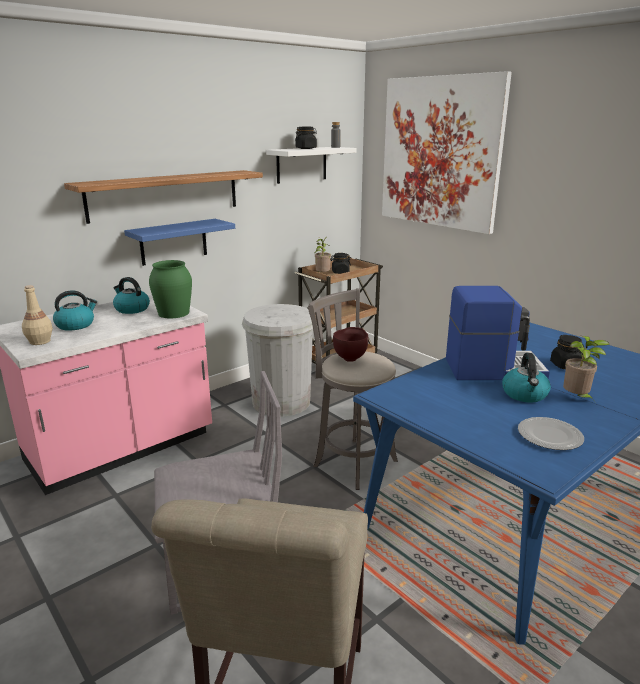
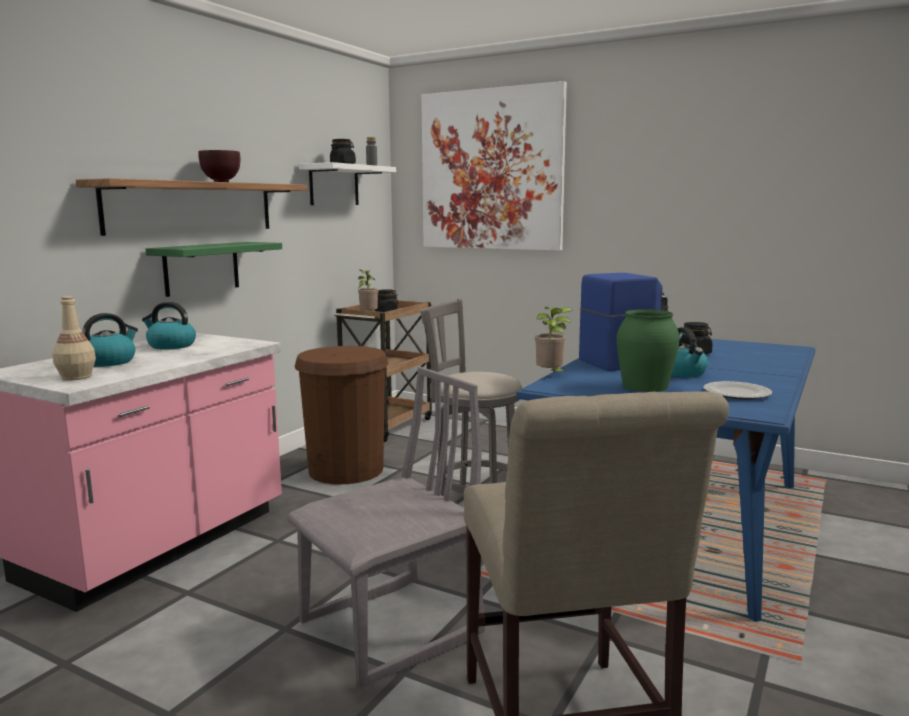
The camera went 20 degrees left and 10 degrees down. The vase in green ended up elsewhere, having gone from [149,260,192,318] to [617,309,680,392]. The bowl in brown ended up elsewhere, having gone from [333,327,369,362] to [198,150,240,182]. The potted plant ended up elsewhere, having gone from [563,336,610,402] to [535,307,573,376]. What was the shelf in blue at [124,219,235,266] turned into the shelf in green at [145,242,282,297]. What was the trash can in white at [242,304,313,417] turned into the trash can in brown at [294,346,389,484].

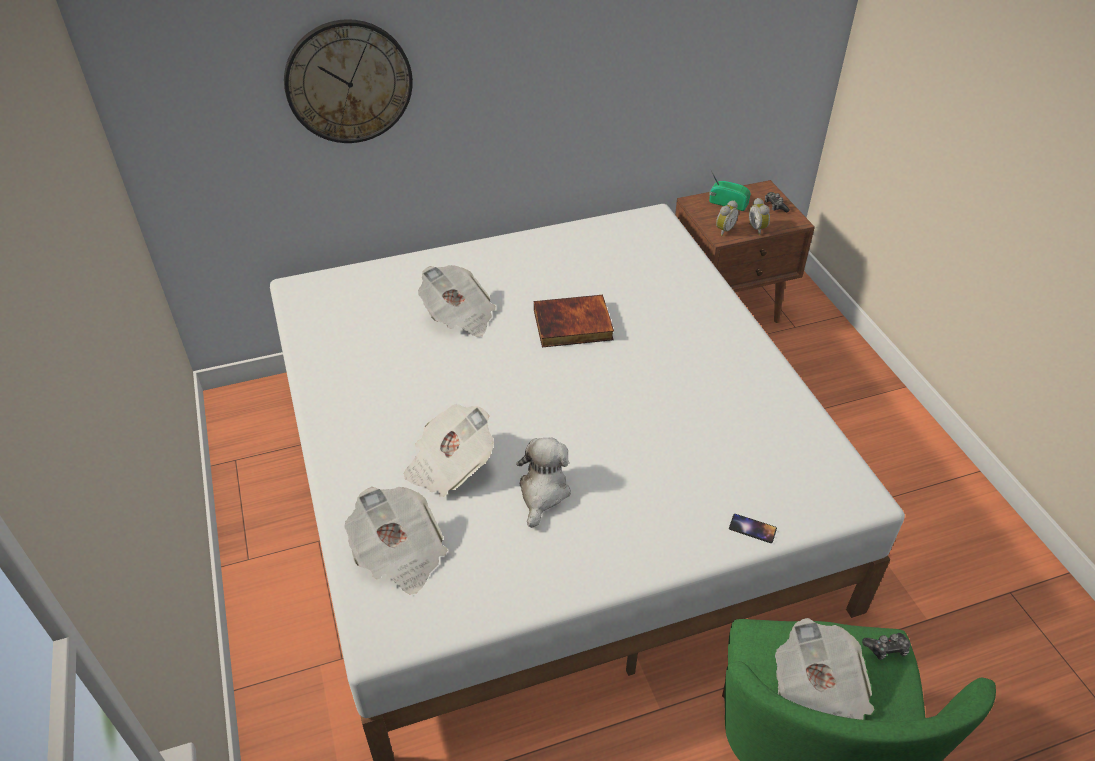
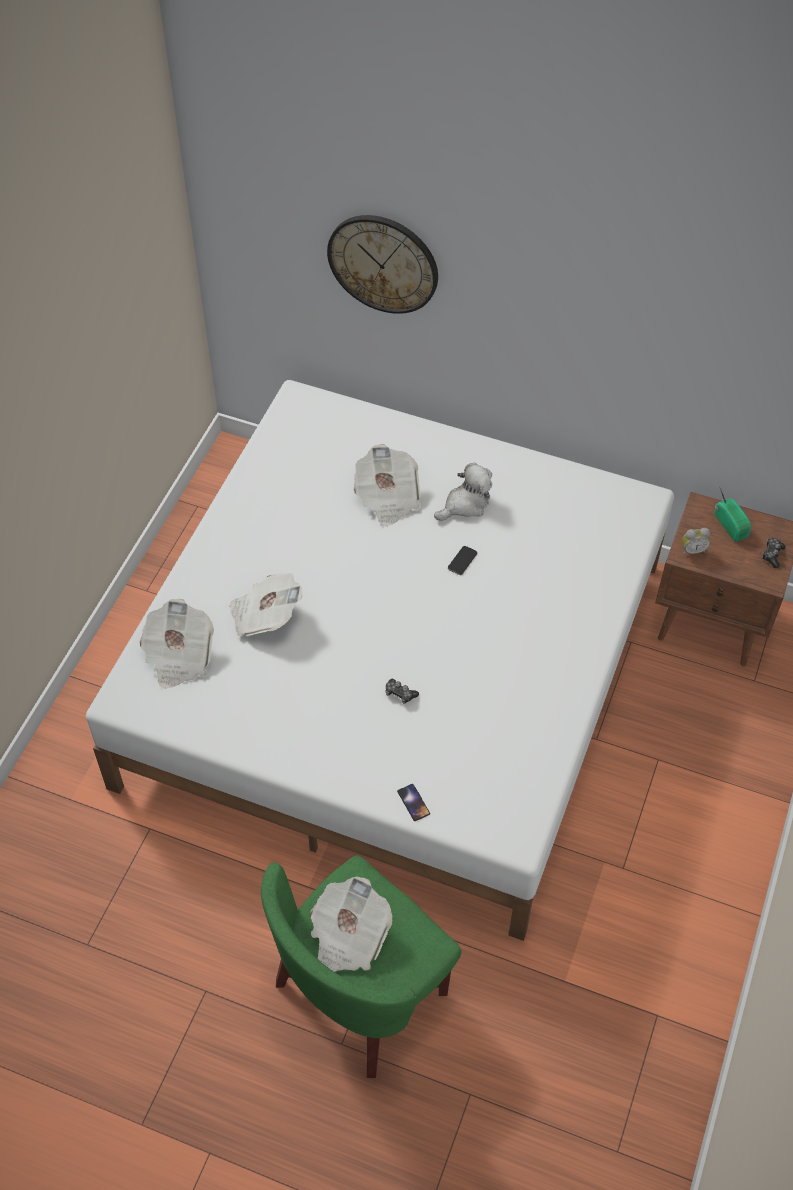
The camera went 40 degrees right and 10 degrees up. The second view lost the alarm clock at [749,198,770,235]. The plush toy ended up elsewhere, having gone from [516,438,571,528] to [434,463,492,521]. The game controller ended up elsewhere, having gone from [862,633,910,660] to [386,679,419,704]. Where the book stood at [534,295,614,347], the phone came to stand at [448,546,477,575].

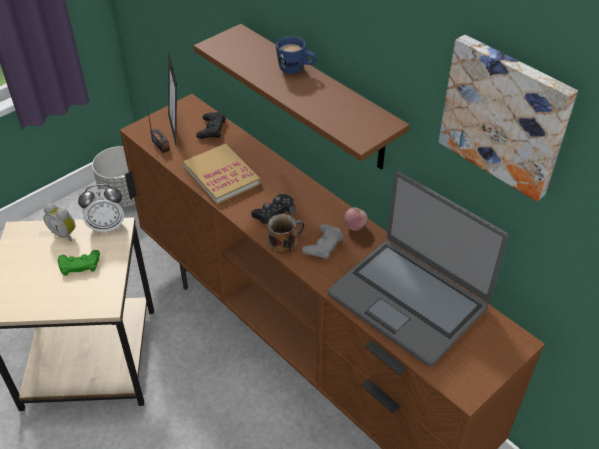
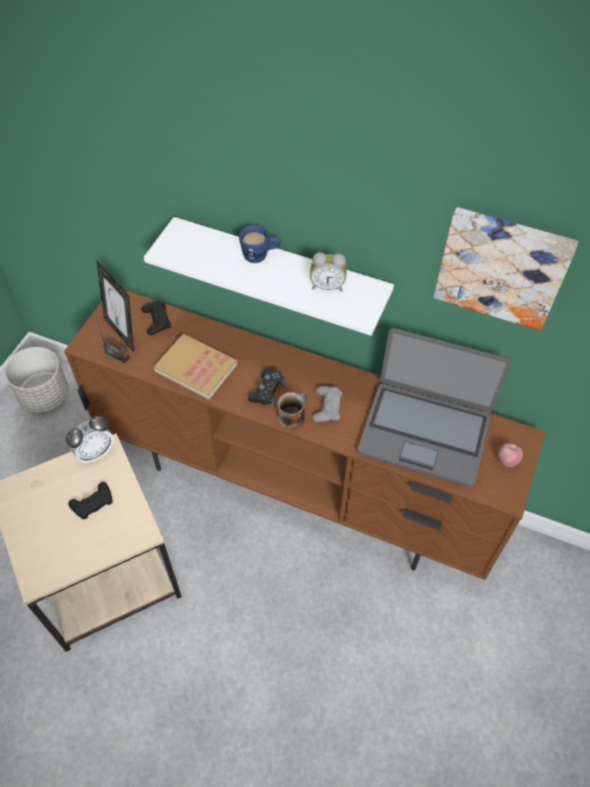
The camera went 25 degrees left and 10 degrees up. The alarm clock ended up elsewhere, having gone from [44,203,75,241] to [310,252,347,292]. The apple ended up elsewhere, having gone from [344,207,368,231] to [498,443,523,467]. What was the game controller in green at [58,250,100,276] turned into the game controller in black at [68,482,113,520]. What was the shelf in brown at [194,24,410,170] turned into the shelf in white at [144,217,394,336].

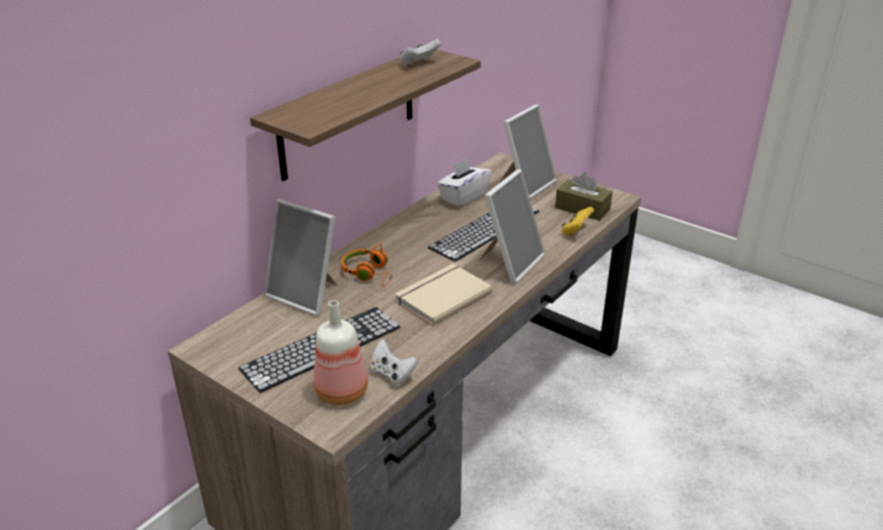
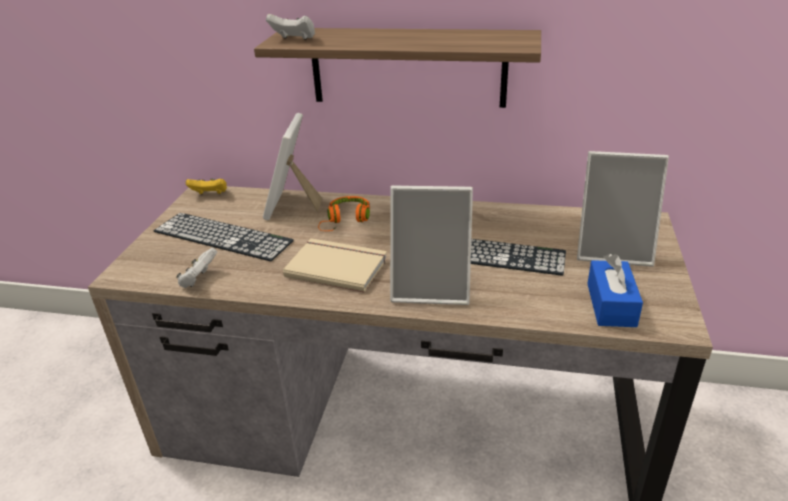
The camera went 65 degrees right and 0 degrees up. The second view lost the bottle at [314,300,368,405]. The second view lost the tissue box in white at [437,158,492,207]. The game controller in white ended up elsewhere, having gone from [400,39,441,66] to [266,14,315,40]. The game controller in yellow ended up elsewhere, having gone from [562,207,594,235] to [186,179,227,194]. What was the tissue box in brown at [555,172,612,221] turned into the tissue box in blue at [587,254,643,327].

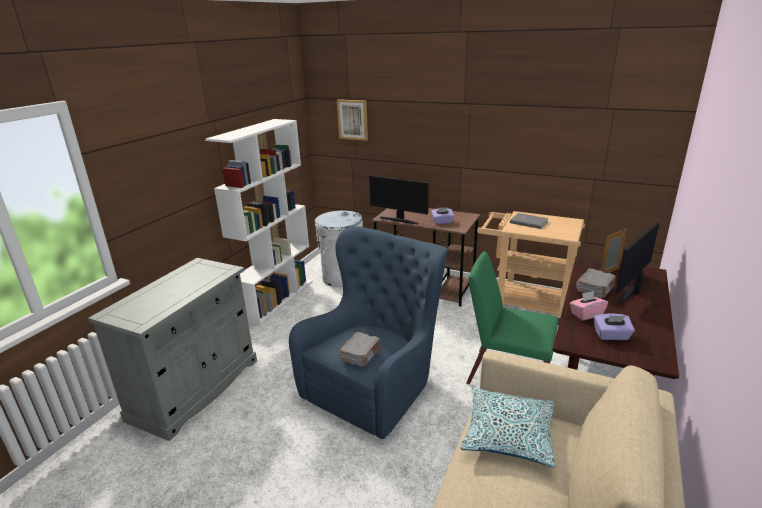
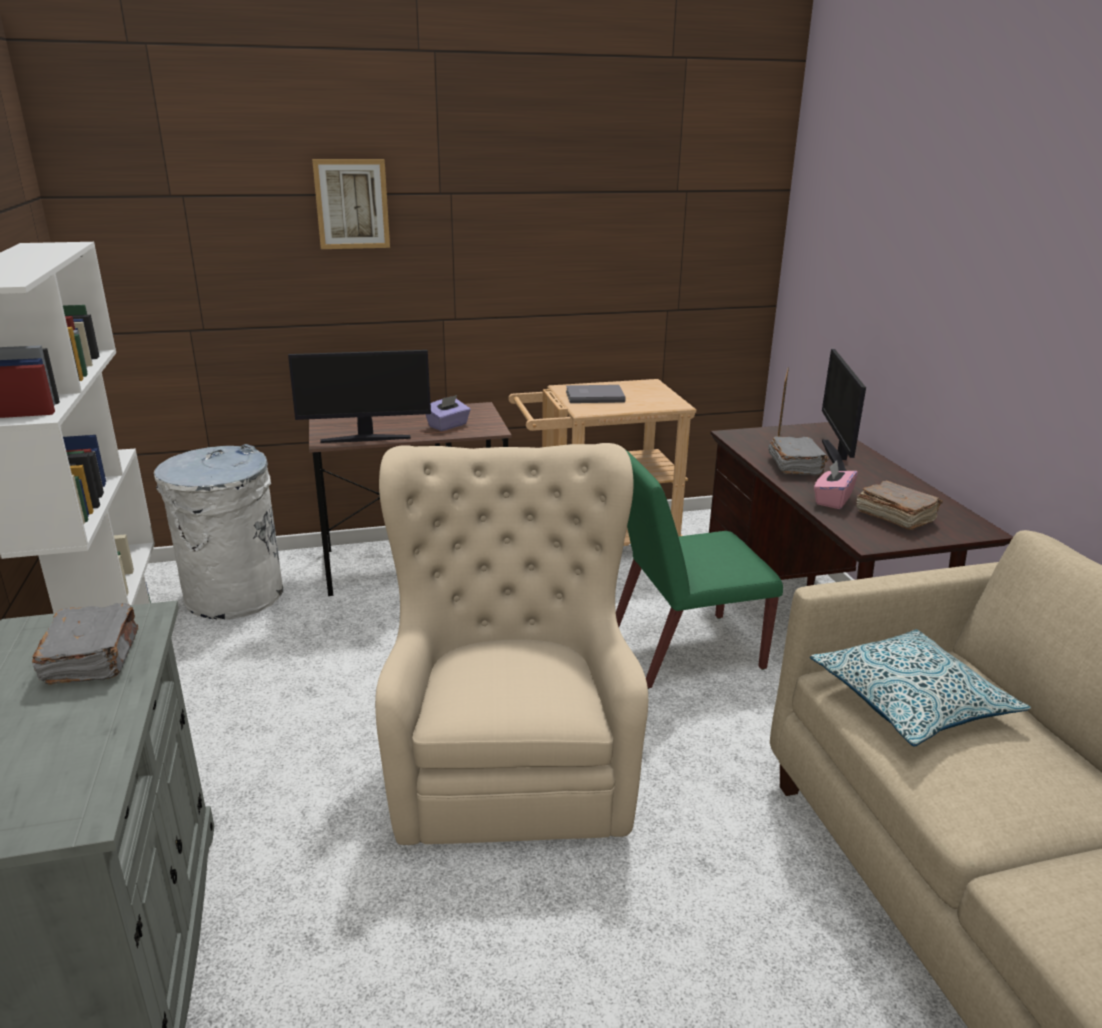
The camera went 40 degrees left and 0 degrees up. The picture ended up elsewhere, having gone from [337,99,368,141] to [312,159,390,249]. The book in grey ended up elsewhere, having gone from [339,332,381,367] to [32,603,138,685]. Where the tissue box in purple stood at [594,313,635,340], the book in brown came to stand at [856,480,943,530]. What was the armchair in blue at [289,226,448,439] turned into the armchair in beige at [375,443,648,845].

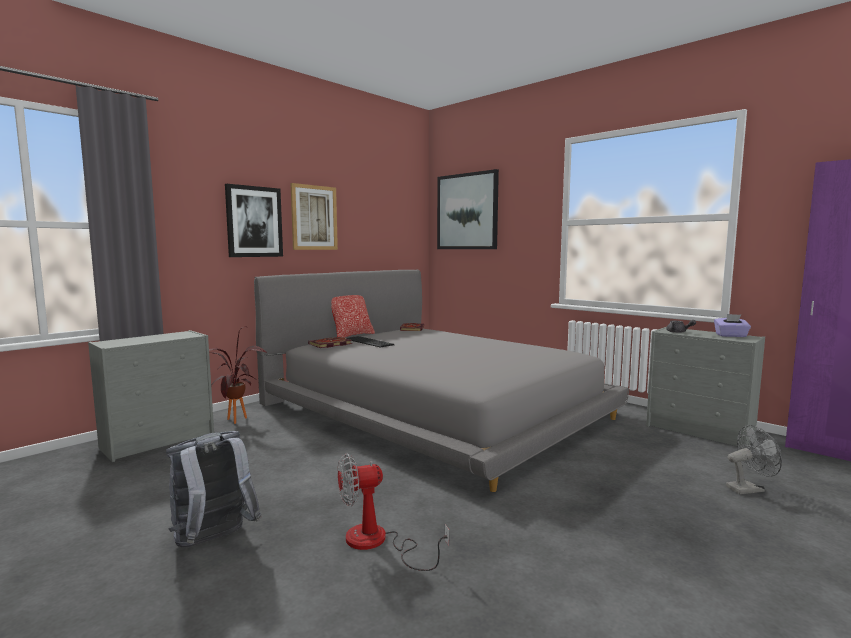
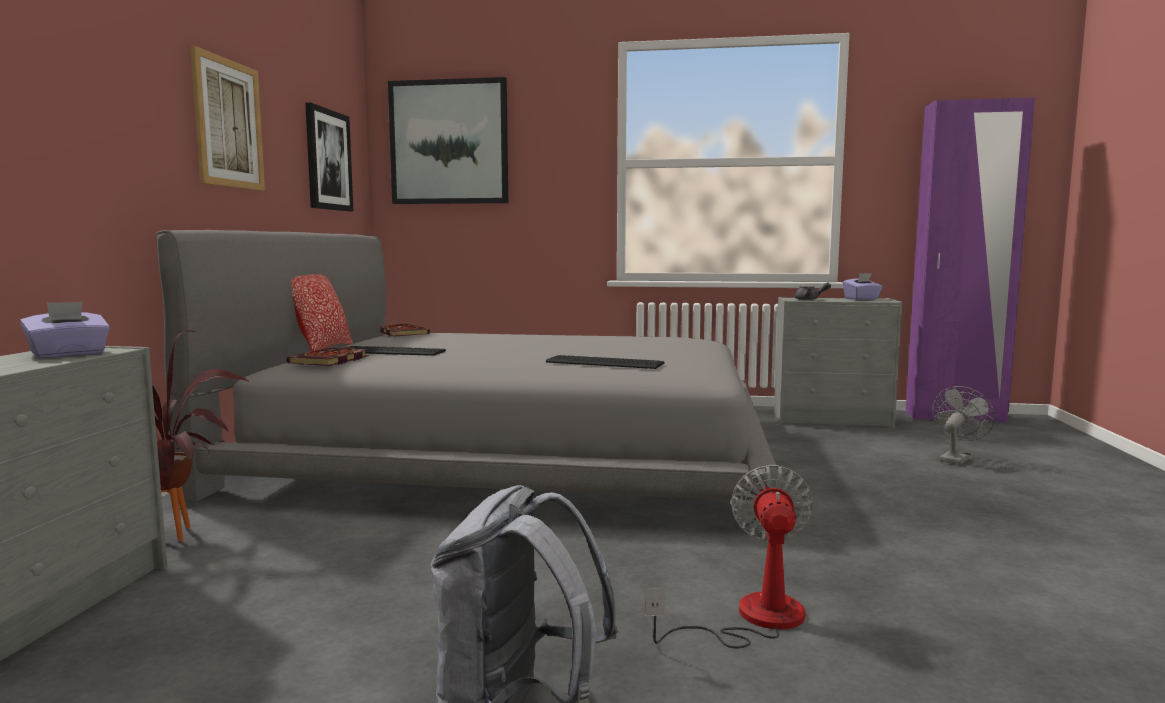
The camera went 35 degrees left and 0 degrees up. The second view gained the tissue box in purple at [20,301,110,358]. The second view gained the keyboard at [546,355,664,369]. The picture ended up elsewhere, having gone from [225,184,283,257] to [305,103,353,211]. The fan at [338,453,449,571] ended up facing another way, 150 degrees clockwise from before.

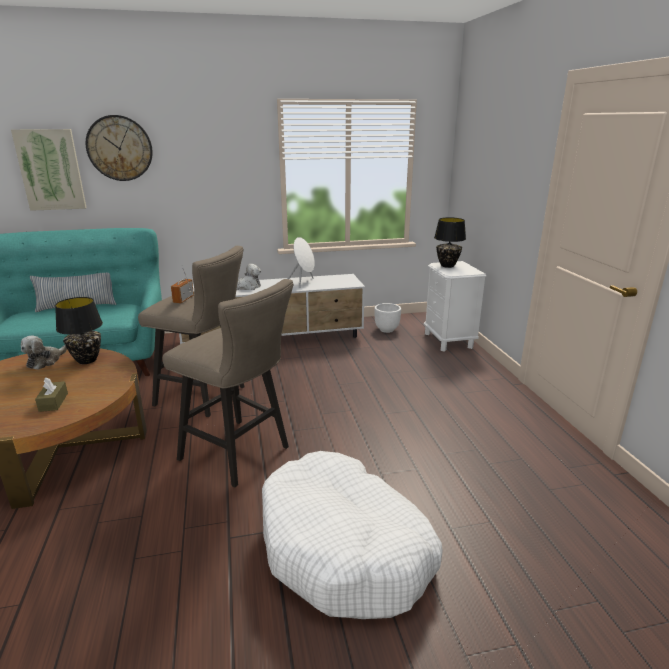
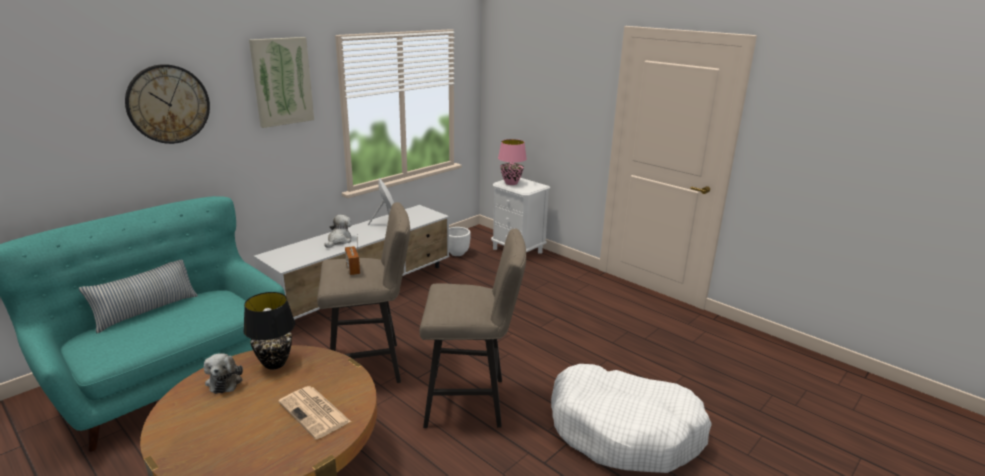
The camera went 35 degrees left and 0 degrees up. The picture ended up elsewhere, having gone from [11,129,87,211] to [249,37,314,128]. Where the tissue box in brown stood at [35,377,68,412], the newspaper came to stand at [278,386,351,439]. What was the table lamp in black at [434,217,466,268] turned into the table lamp in pink at [498,139,527,185].

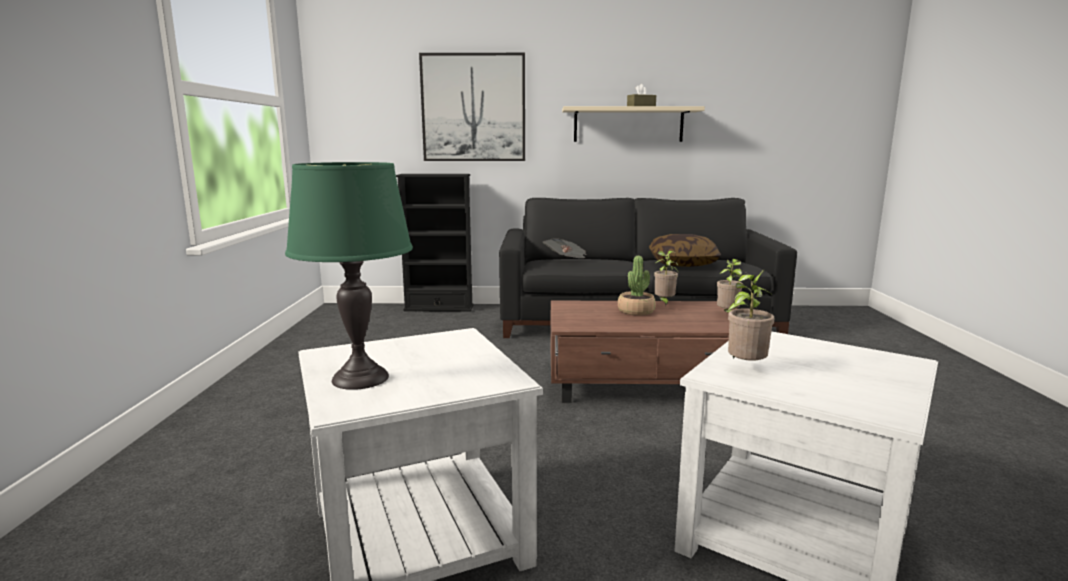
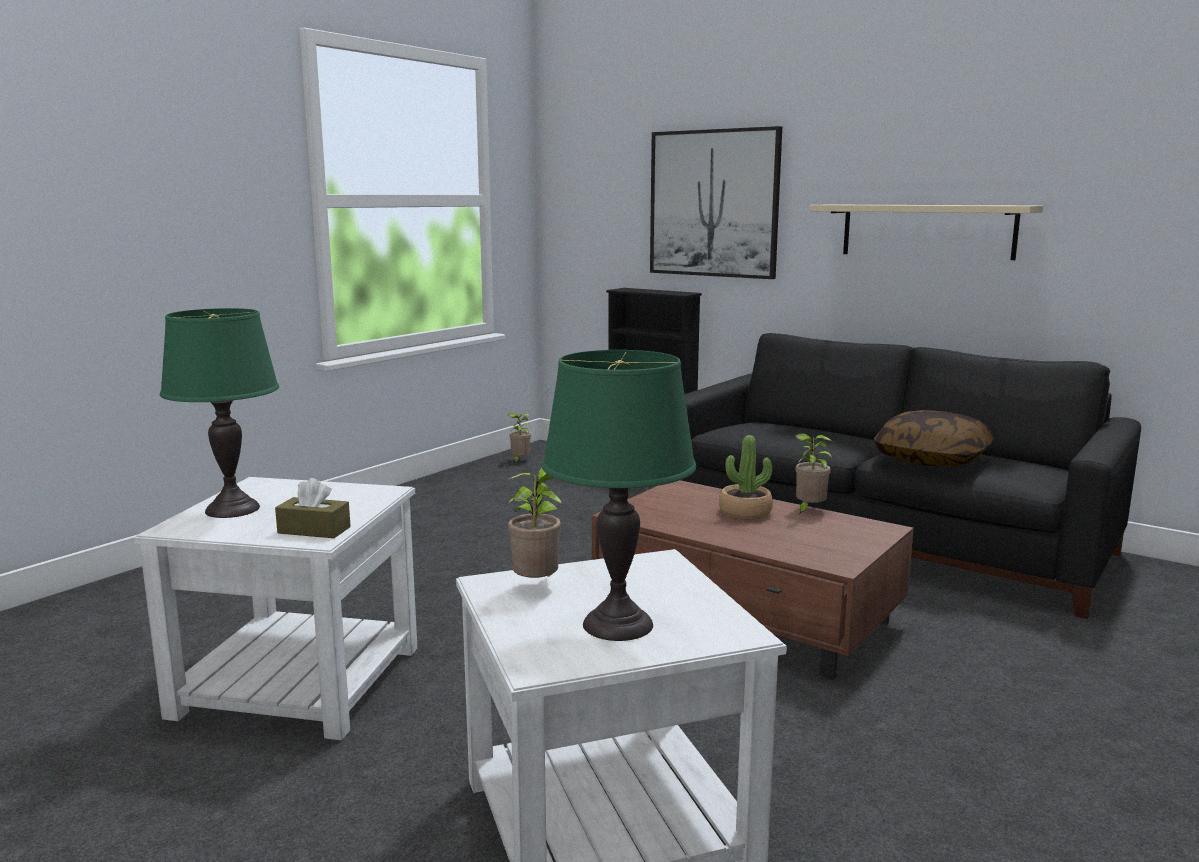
The camera went 35 degrees right and 0 degrees up. The second view lost the newspaper at [543,238,587,258]. The second view gained the table lamp in green at [542,350,696,641]. The tissue box in brown ended up elsewhere, having gone from [627,84,656,106] to [275,478,351,538]. The potted plant ended up elsewhere, having gone from [717,259,743,313] to [507,413,531,464].

